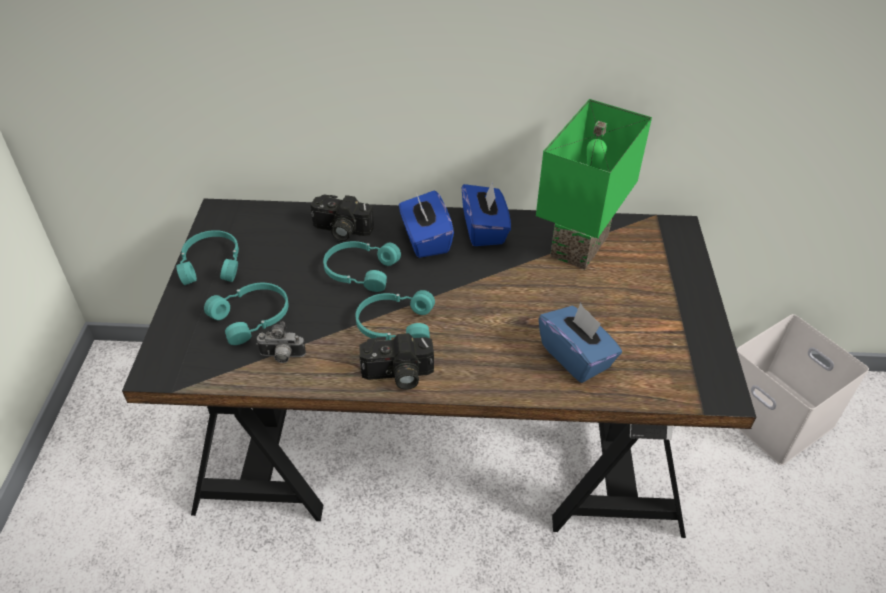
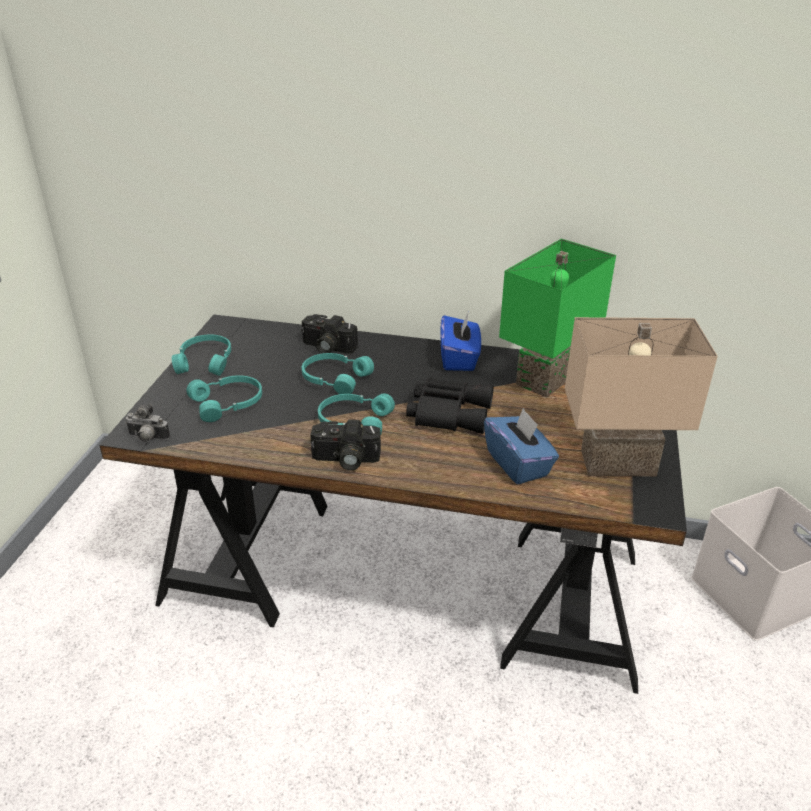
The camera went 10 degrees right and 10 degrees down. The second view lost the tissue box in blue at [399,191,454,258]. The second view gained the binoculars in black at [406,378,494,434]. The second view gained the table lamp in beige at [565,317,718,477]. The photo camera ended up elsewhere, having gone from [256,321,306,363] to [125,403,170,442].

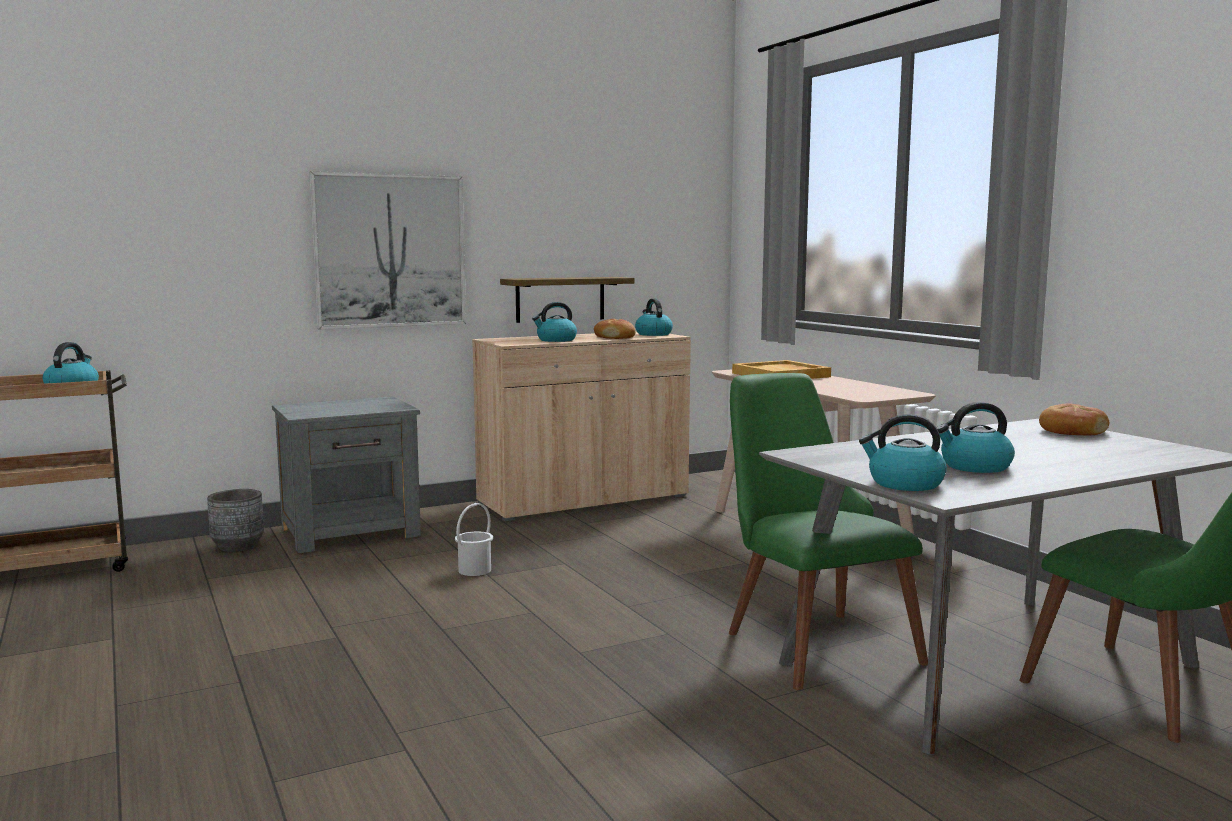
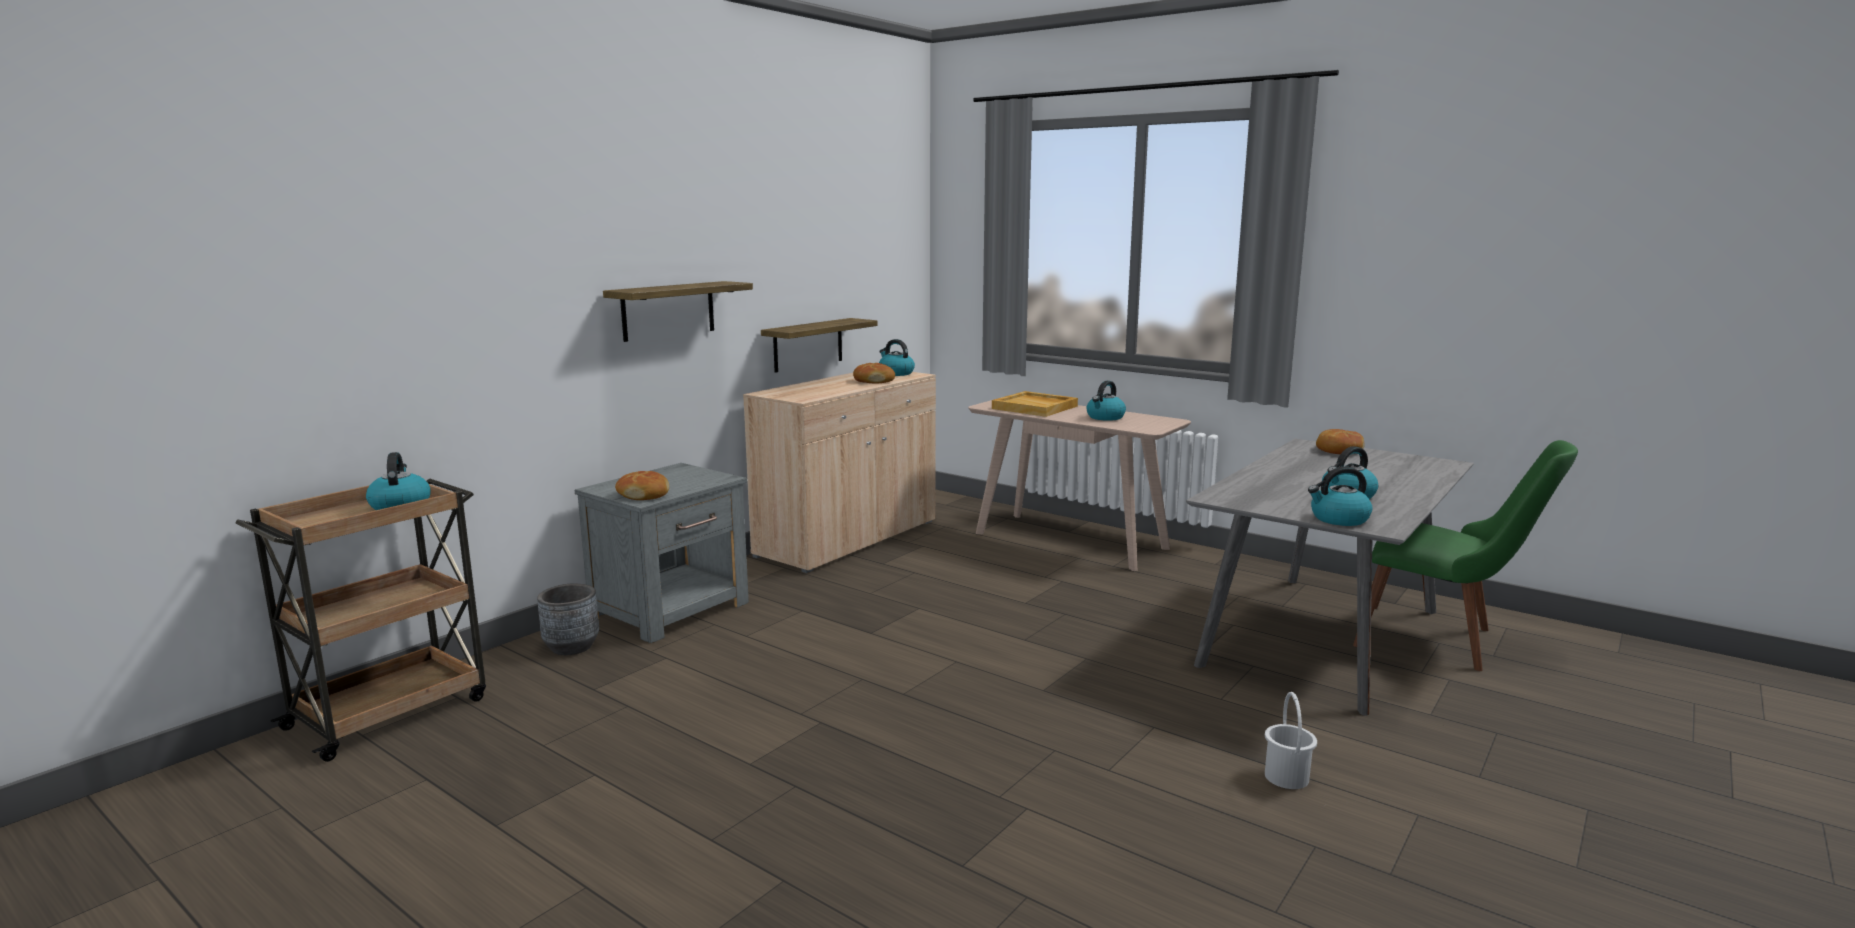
The camera went 25 degrees left and 5 degrees up. The second view lost the chair in green at [729,373,928,690]. The second view gained the bread at [615,471,669,500]. The bucket in white ended up elsewhere, having gone from [455,503,493,576] to [1265,692,1317,789]. The kettle ended up elsewhere, having gone from [532,302,577,342] to [1086,381,1126,421]. Where the picture hung at [309,171,466,330], the shelf came to hang at [603,281,753,342].

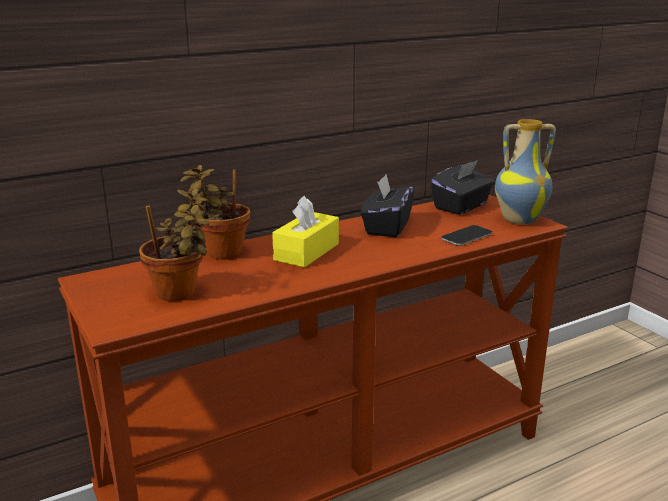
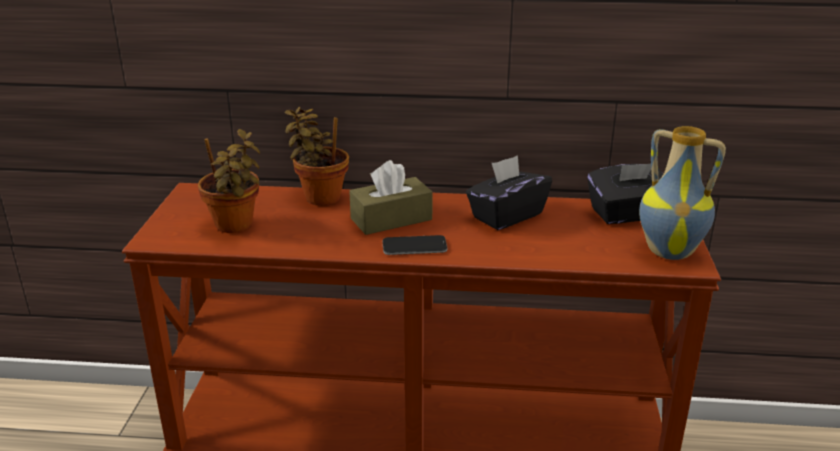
The camera went 35 degrees right and 5 degrees up. The phone ended up elsewhere, having gone from [441,225,492,246] to [382,235,448,255]. What was the tissue box in yellow at [272,196,339,268] turned into the tissue box in brown at [349,160,433,235].

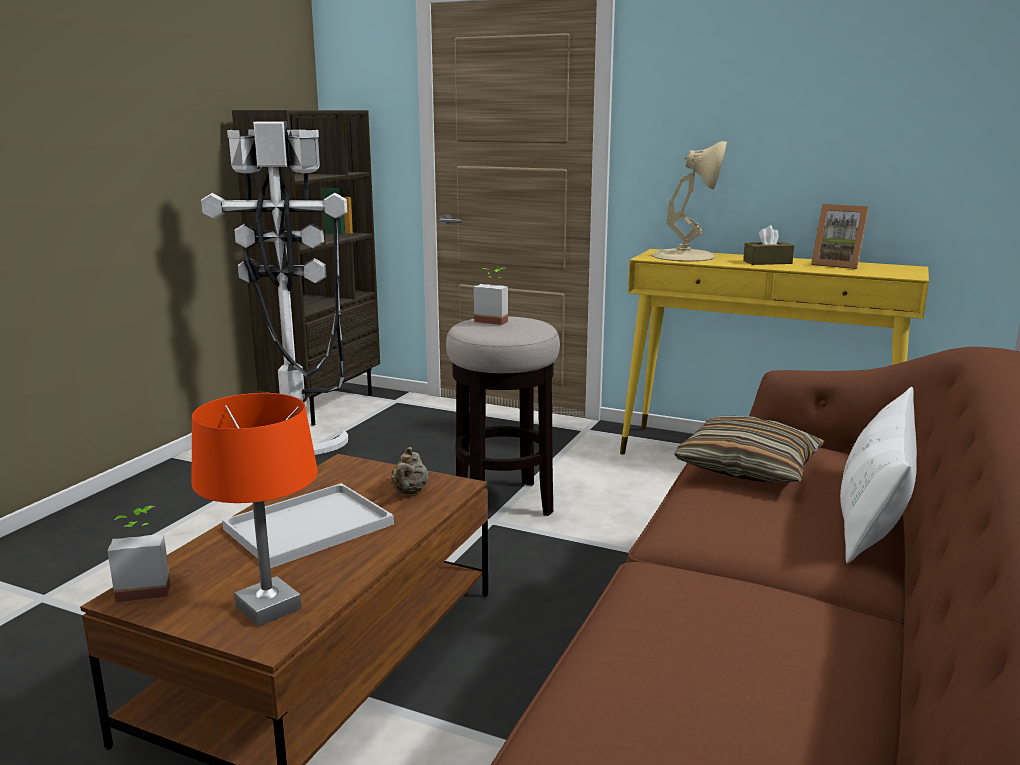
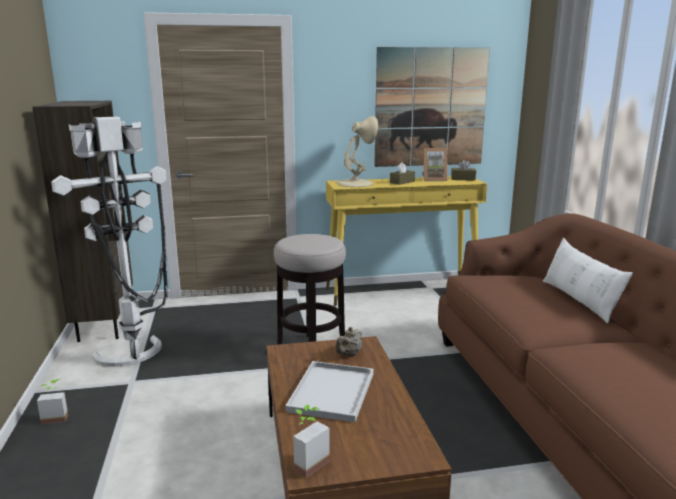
The camera went 35 degrees left and 0 degrees up. The second view lost the table lamp in orange at [192,393,318,627]. The second view lost the pillow at [674,415,826,483]. The second view gained the picture at [374,47,490,167]. The second view gained the tissue box in brown at [451,160,476,181]. The potted plant ended up elsewhere, having gone from [474,266,508,325] to [37,379,68,424]. The teapot in beige at [390,447,428,494] ended up facing another way, 60 degrees clockwise from before.

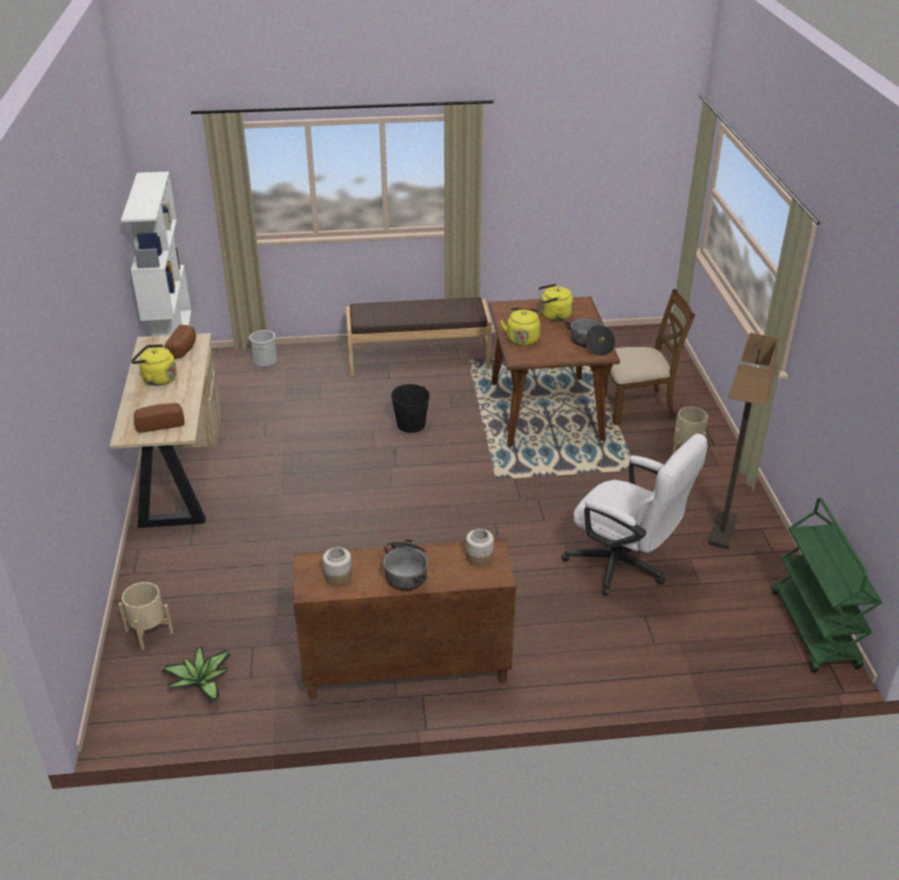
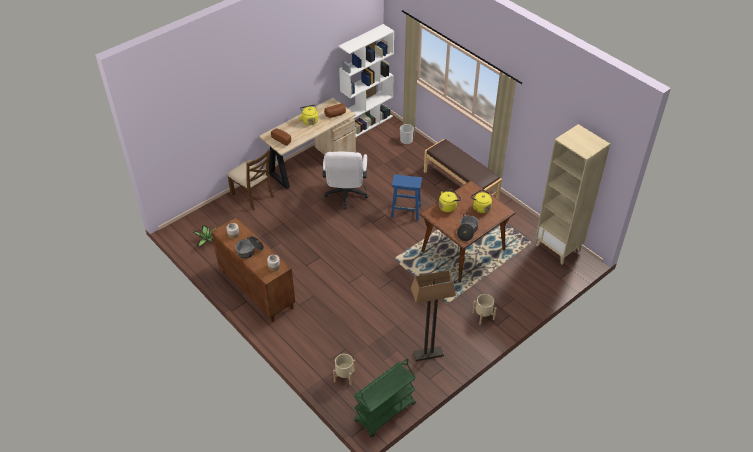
The camera went 55 degrees right and 10 degrees up. The second view gained the bookcase in beige at [535,124,610,265]. The planter in beige ended up elsewhere, having gone from [118,582,174,650] to [333,354,356,385]. The office chair in white ended up elsewhere, having gone from [561,434,708,596] to [323,152,369,209]. The chair in brown ended up elsewhere, having gone from [605,289,695,425] to [227,149,274,211]. Where the bucket in black stood at [391,384,430,433], the stool in blue came to stand at [391,174,422,221].

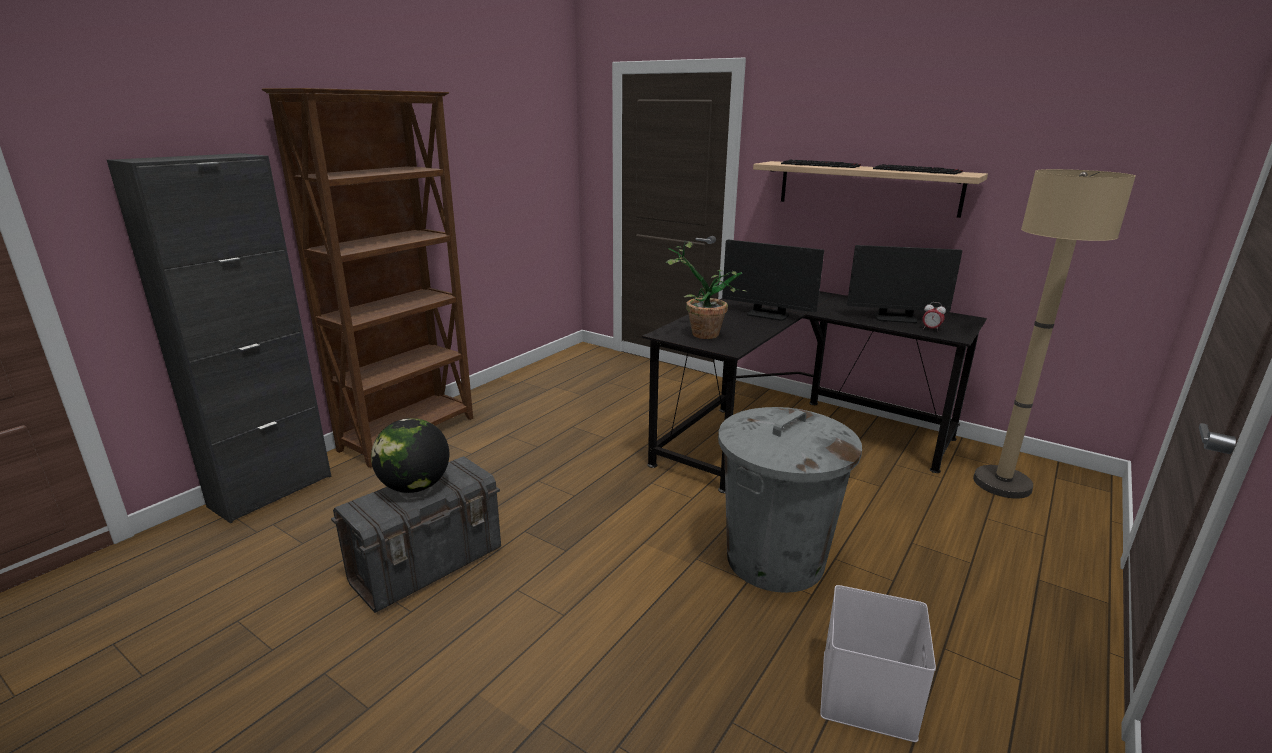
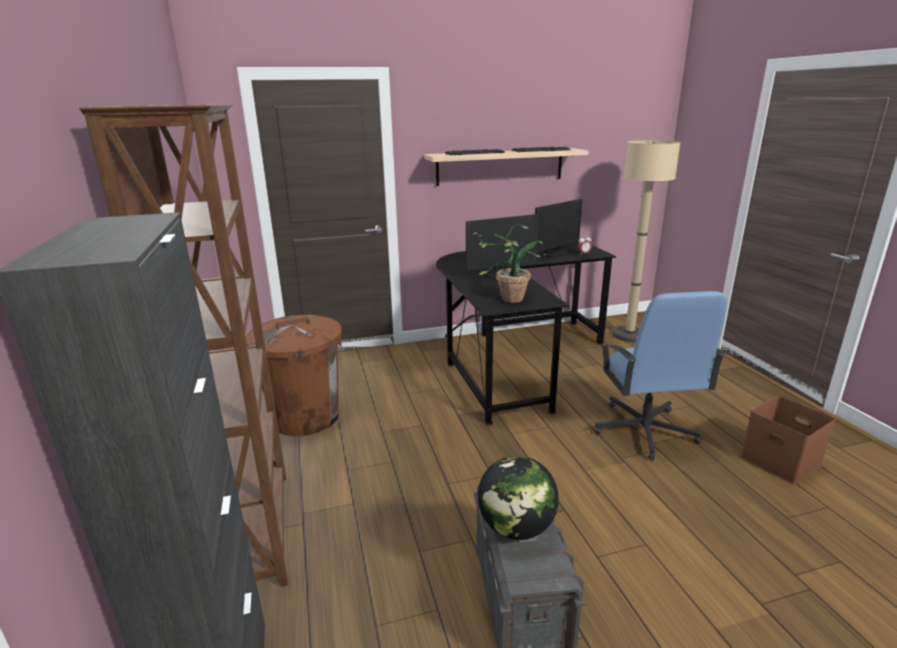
The camera went 50 degrees left and 0 degrees up. The second view gained the trash can in brown at [246,315,342,436]. Where the trash can in grey stood at [718,407,862,593], the office chair in blue came to stand at [594,291,727,460]. What was the storage box in white at [820,585,936,742] turned into the storage box in brown at [740,396,836,485].

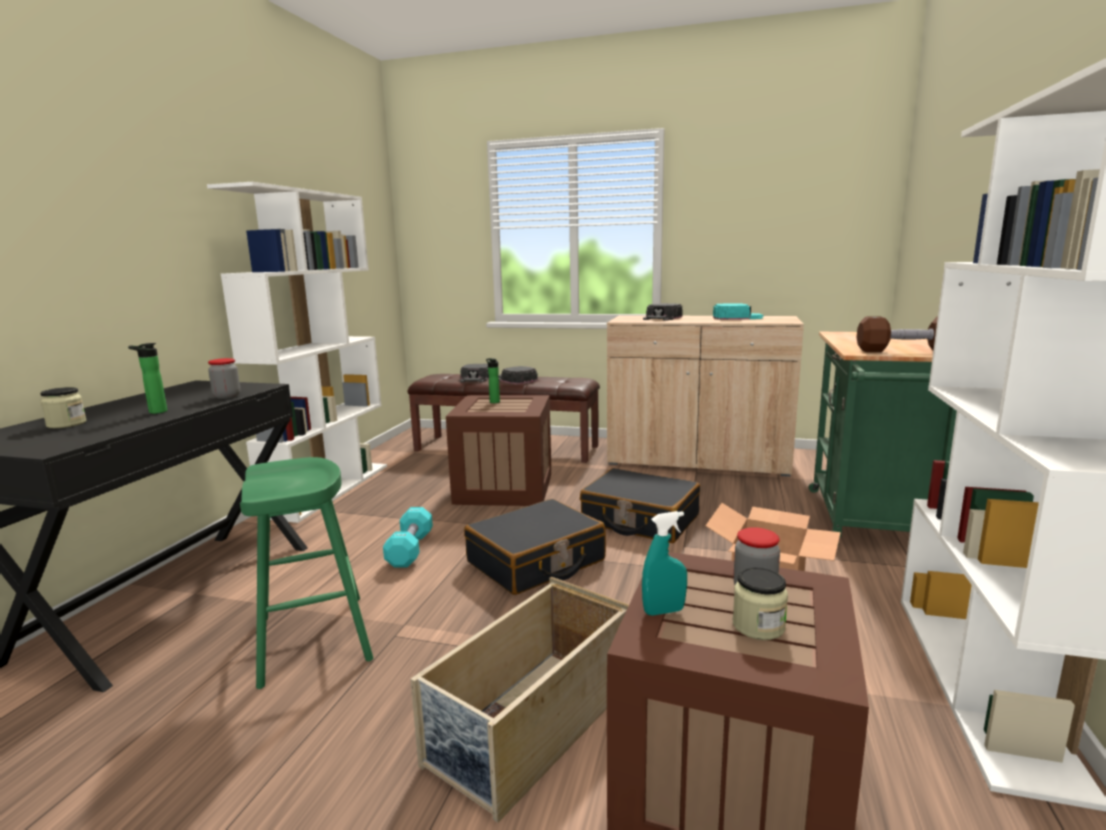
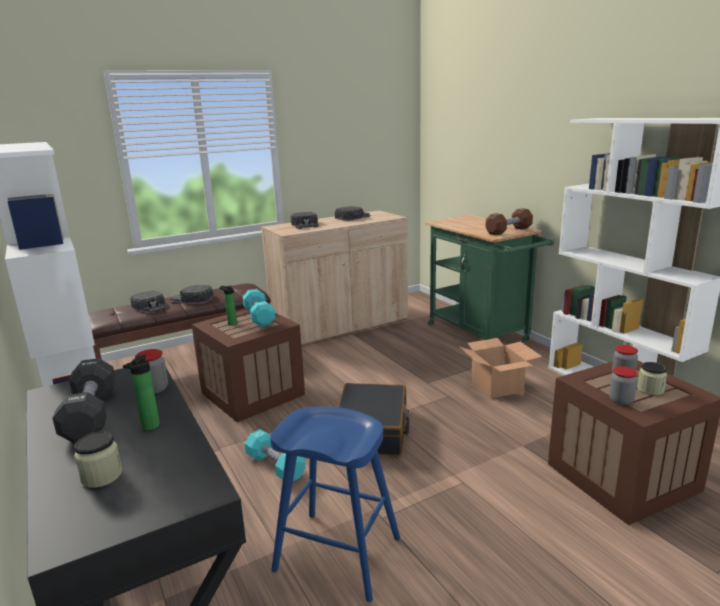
The camera went 45 degrees left and 5 degrees up. The second view lost the storage box in beige at [410,577,629,823]. The second view lost the suitcase in black at [580,468,700,543]. The second view gained the dumbbell in black at [53,358,116,443]. The second view gained the dumbbell in turquoise at [243,289,275,327]. Where the spray bottle in turquoise stood at [642,511,687,616], the jar came to stand at [609,366,637,405]. What was the stool in green at [240,457,373,689] turned into the stool in blue at [270,406,401,602]. What was the cap in turquoise at [713,303,763,320] turned into the cap in black at [335,206,370,221].

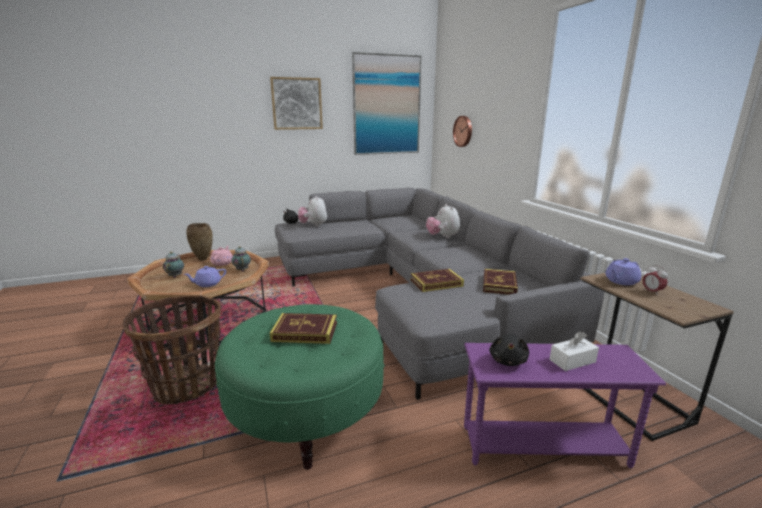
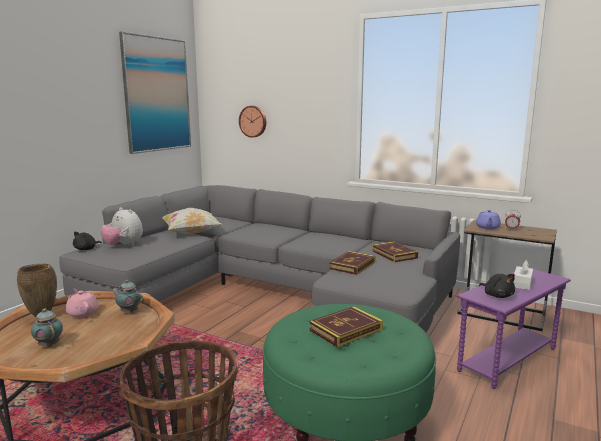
The camera went 40 degrees left and 5 degrees down. The second view lost the teapot in purple at [184,266,226,287]. The second view lost the picture at [270,77,323,130]. The second view lost the plush toy at [426,204,460,238]. The second view gained the pillow at [162,208,222,234].

